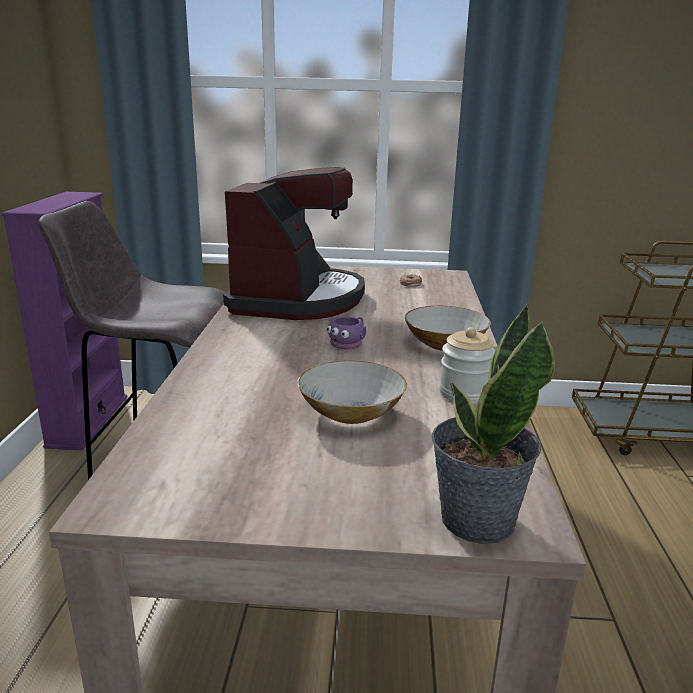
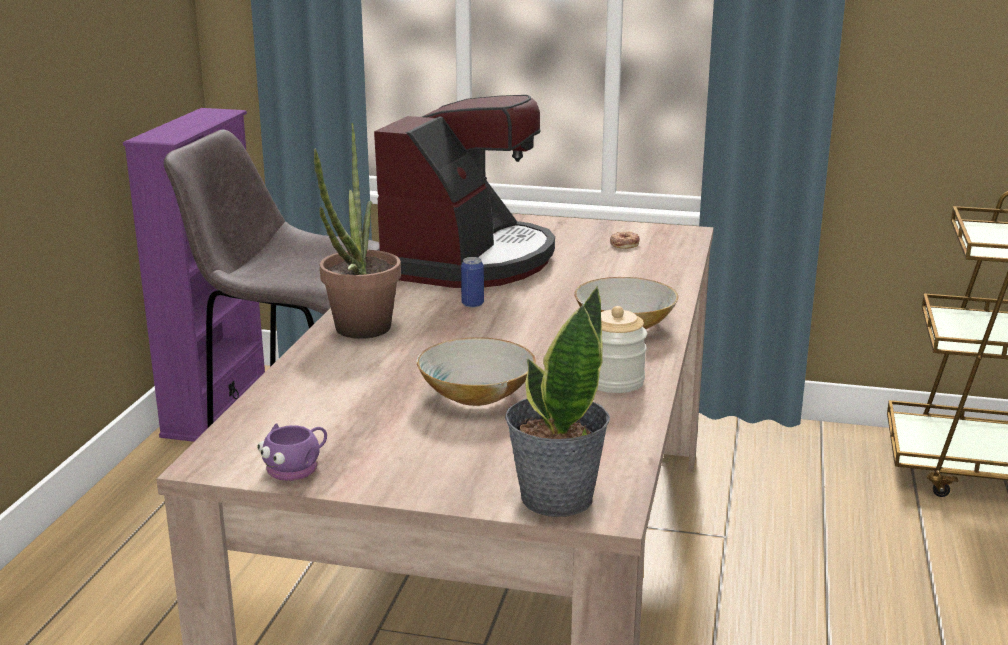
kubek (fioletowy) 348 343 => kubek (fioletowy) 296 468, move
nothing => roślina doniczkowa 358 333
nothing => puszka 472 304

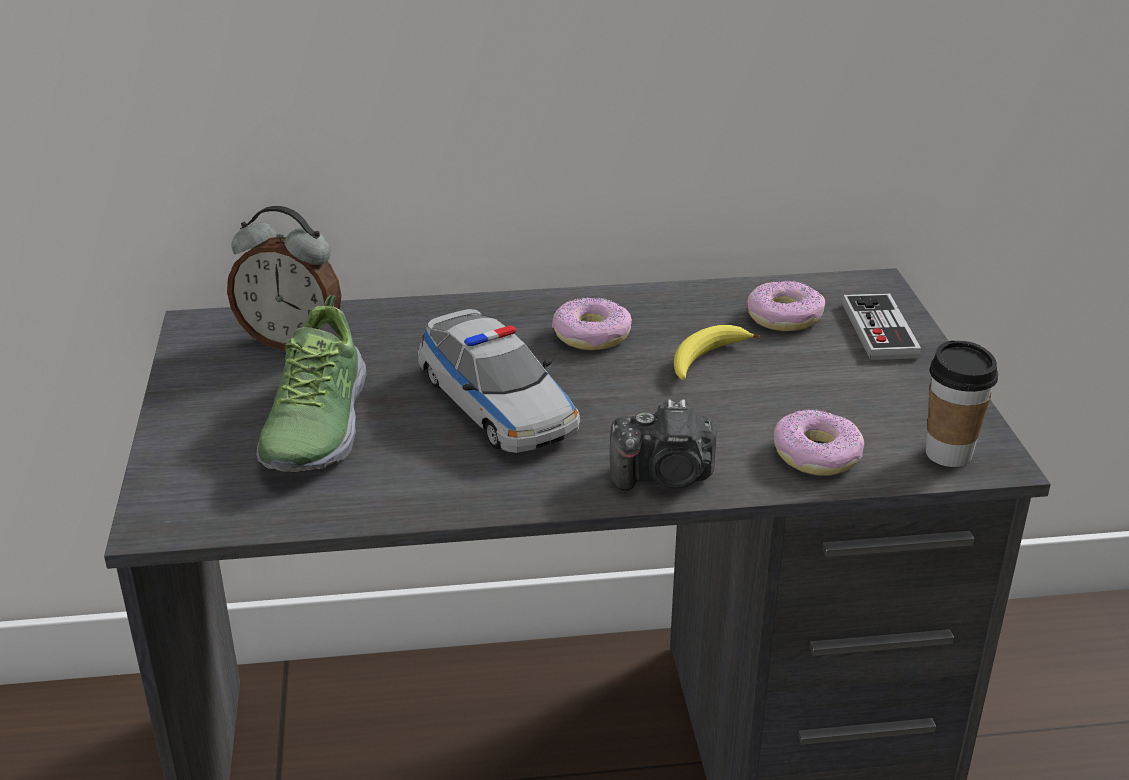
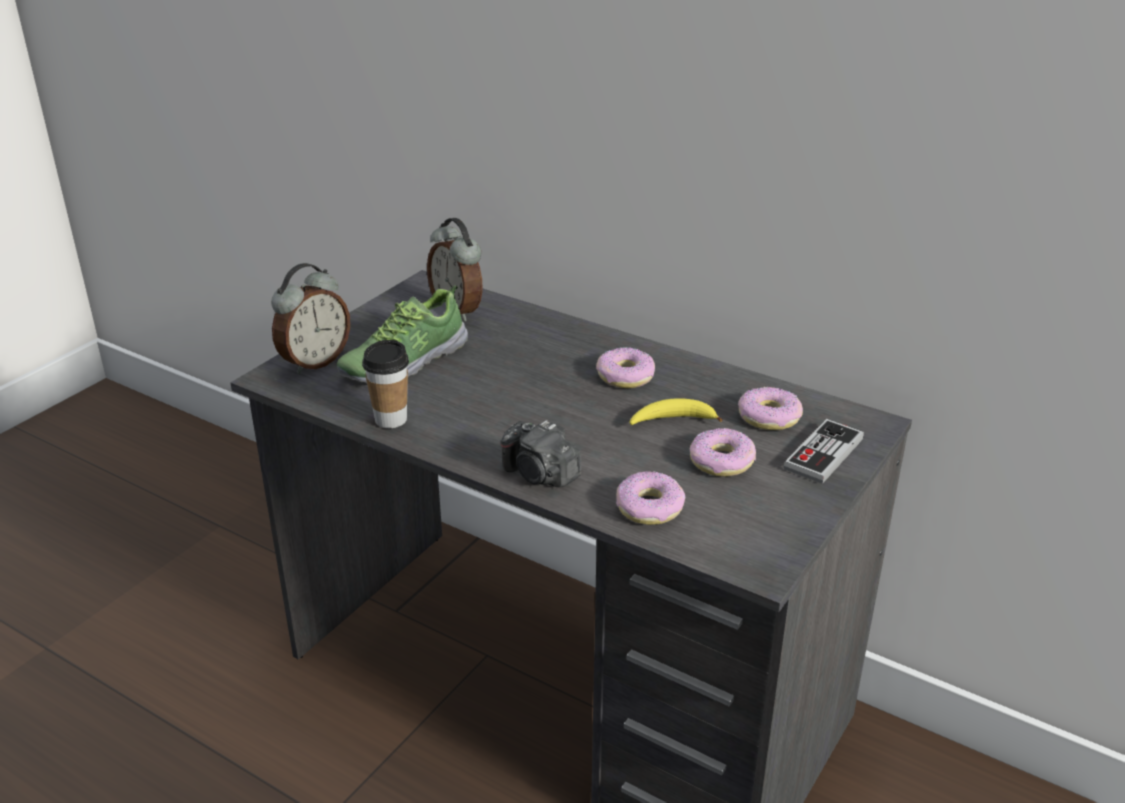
nothing => budzik 314 362
filiżanka 948 454 => filiżanka 391 419, move
nothing => donut 722 461
samochodzik 496 403 => nothing

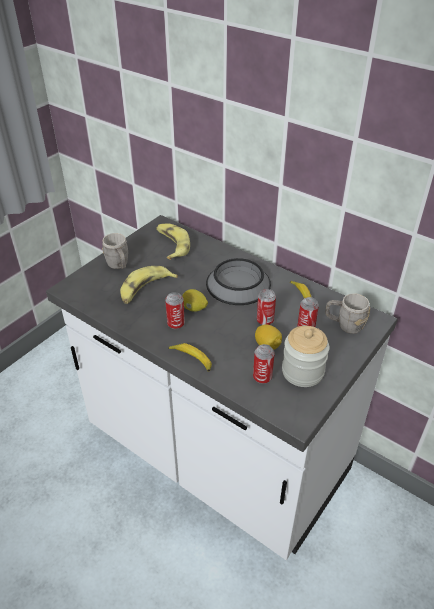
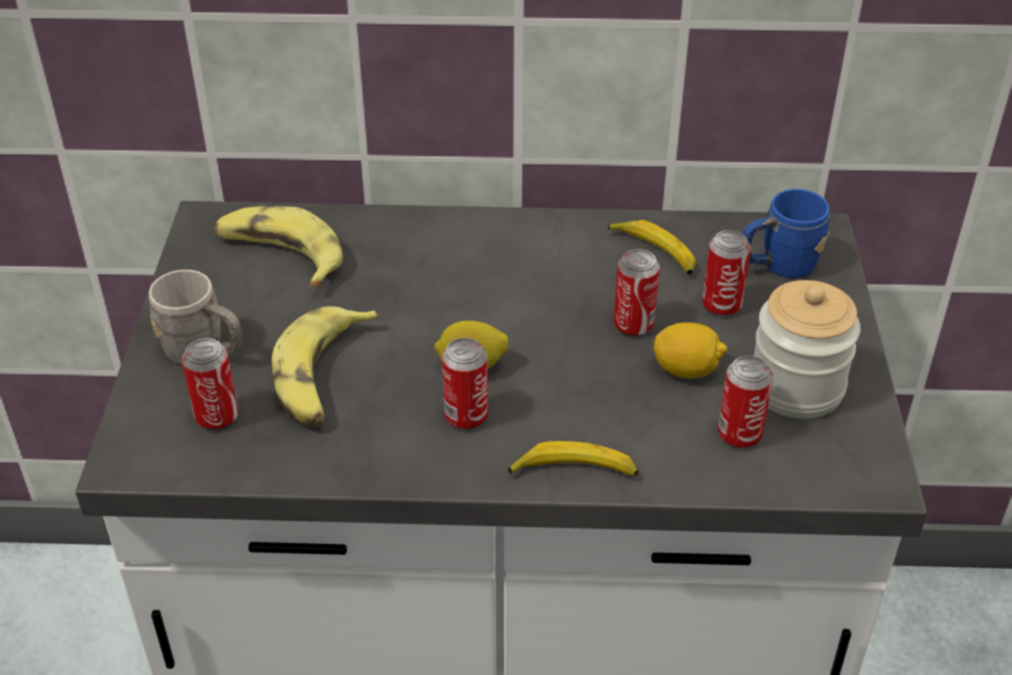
nothing => puszka 217 417
kubek (szary) 344 325 => kubek (niebieski) 778 266
miska 238 283 => nothing

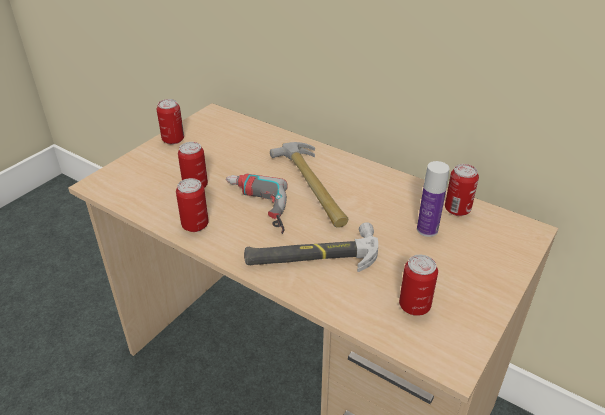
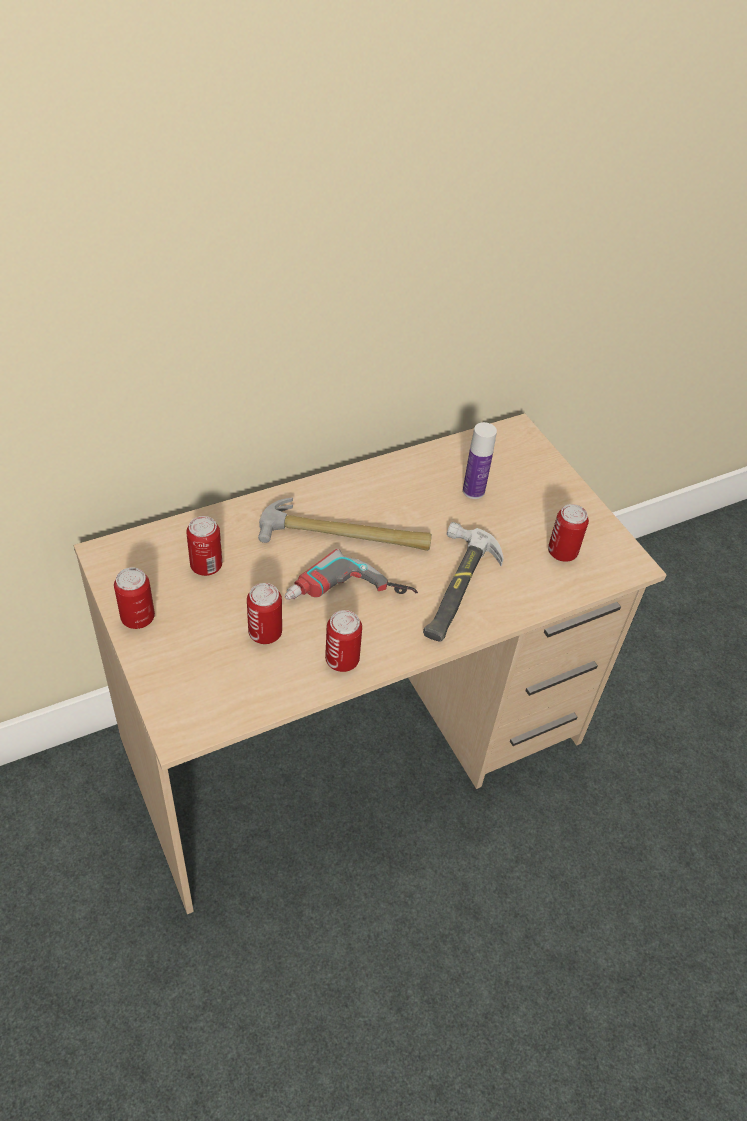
puszka 457 209 => puszka 206 566, move

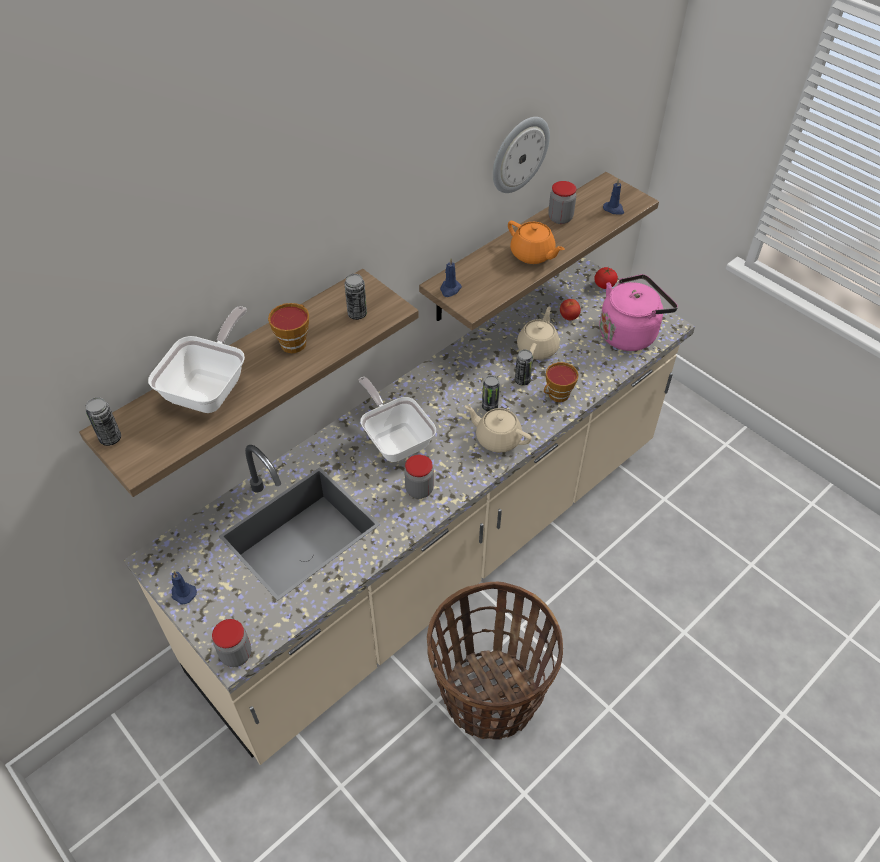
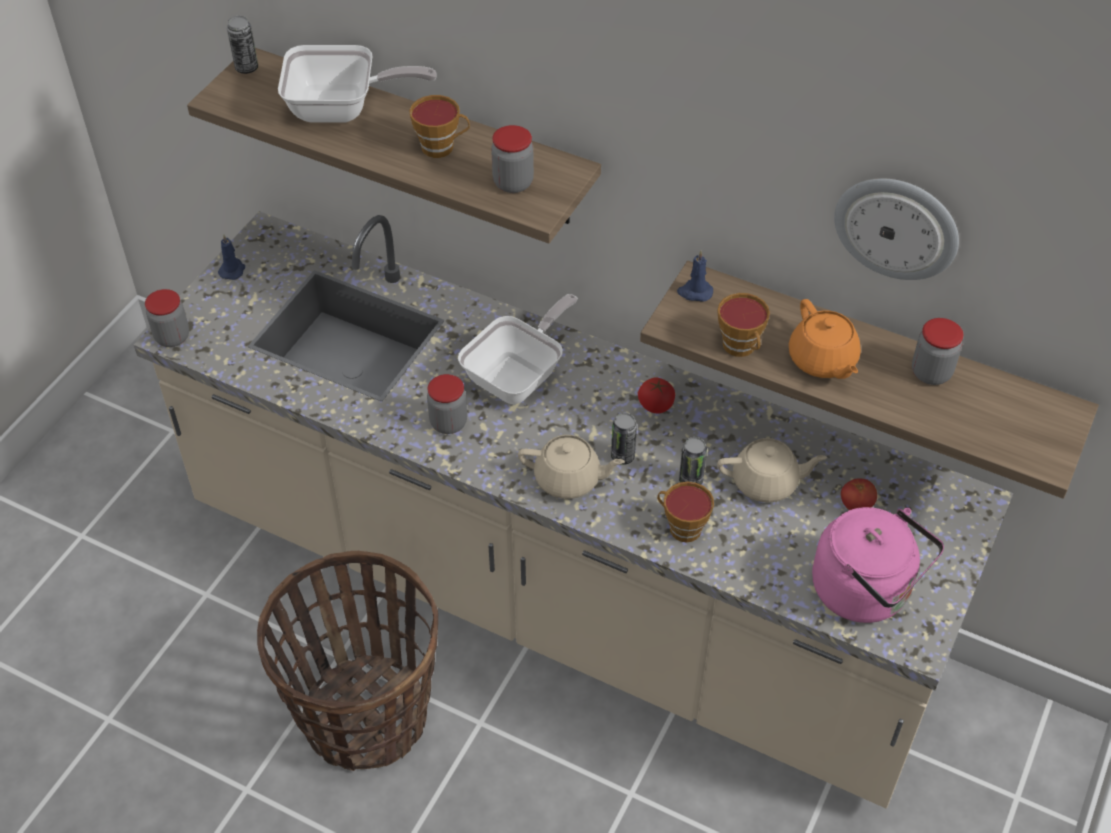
puszka 357 314 => słoik 513 183
imbryk (beżowy) 497 438 => imbryk (beżowy) 569 479, 90 degrees clockwise
pomidor 604 285 => pomidor 655 405, move
nothing => filiżanka 741 347
imbryk (pomarańczowy) 532 255 => imbryk (pomarańczowy) 822 360, 45 degrees counterclockwise
świeca (niebieski) 614 209 => nothing

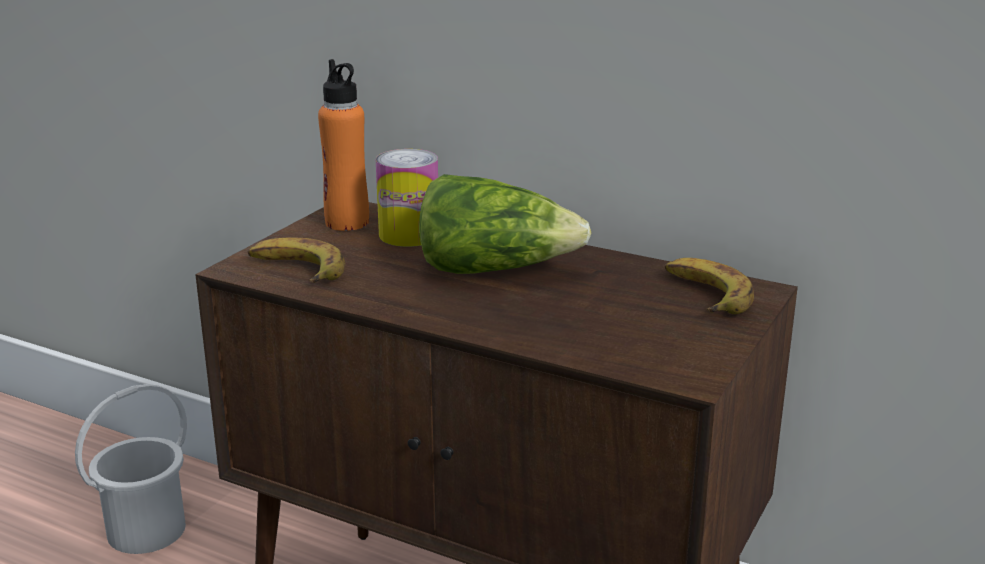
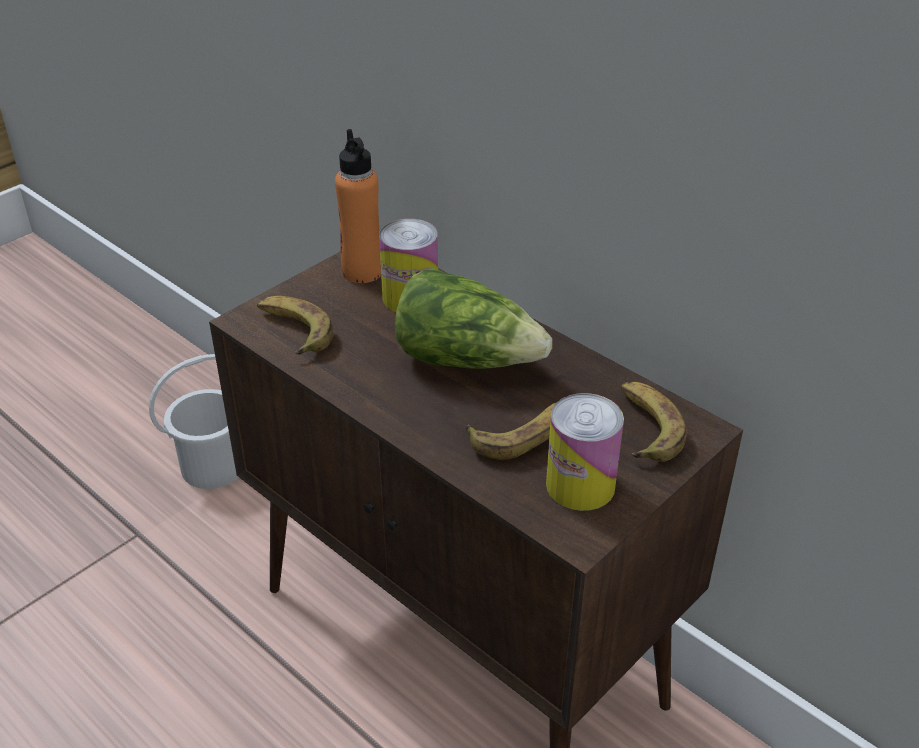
nothing => banan 522 435
nothing => puszka 580 485

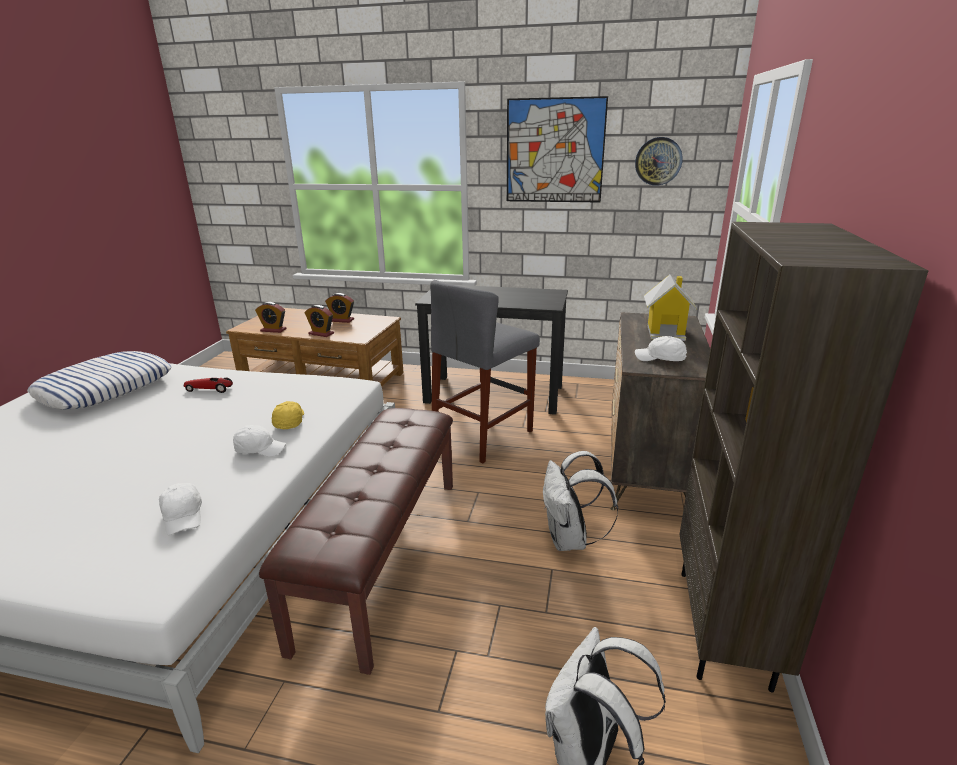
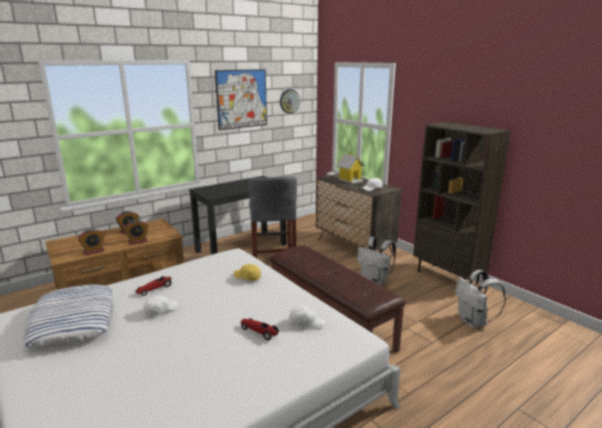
czapka z daszkiem (biały) 260 449 => czapka z daszkiem (biały) 160 310, move
nothing => samochodzik 259 332

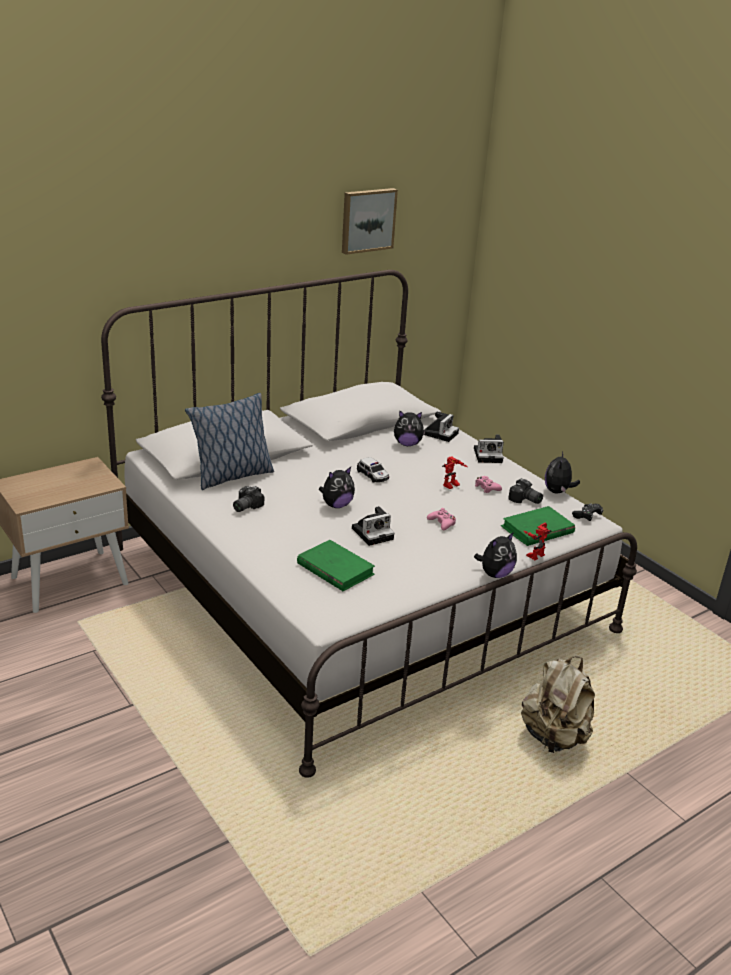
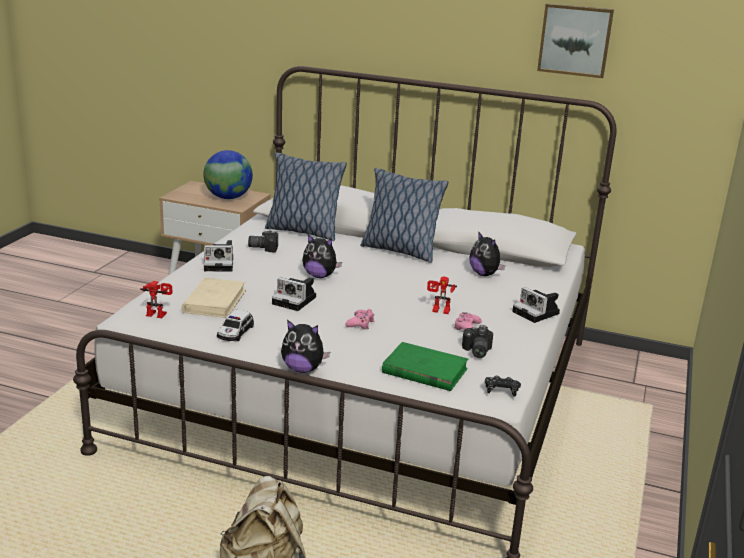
robot zabawkowy 534 553 => robot zabawkowy 158 313, move
książka (zielony) 335 569 => książka (beżowy) 214 301
nothing => globus 228 197
aparat fotograficzny 440 433 => aparat fotograficzny 220 264, move
samochodzik 372 475 => samochodzik 235 332, move
nothing => poduszka 399 250
pluszak 557 492 => nothing

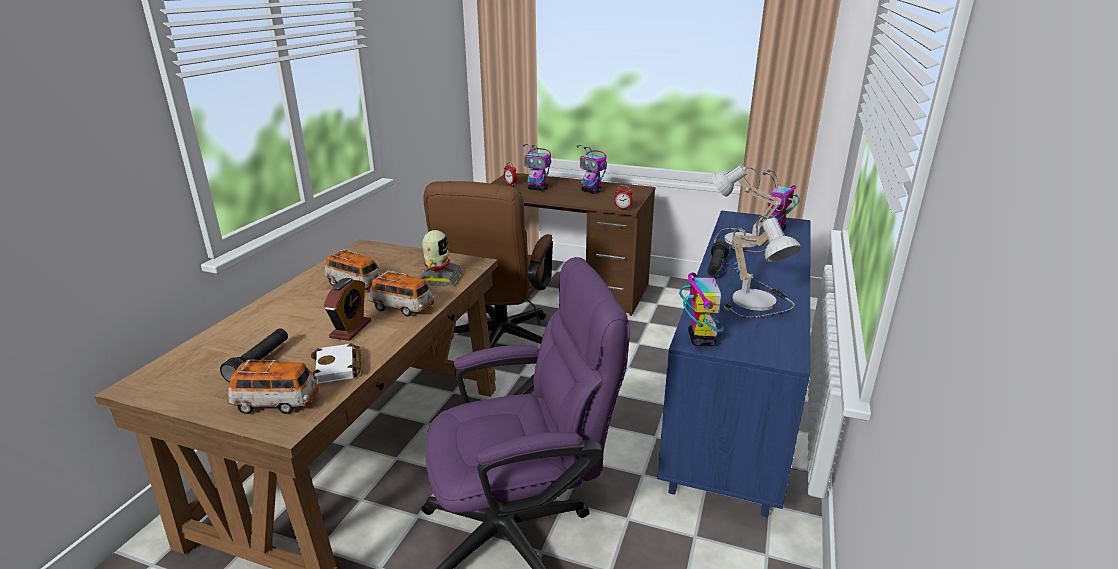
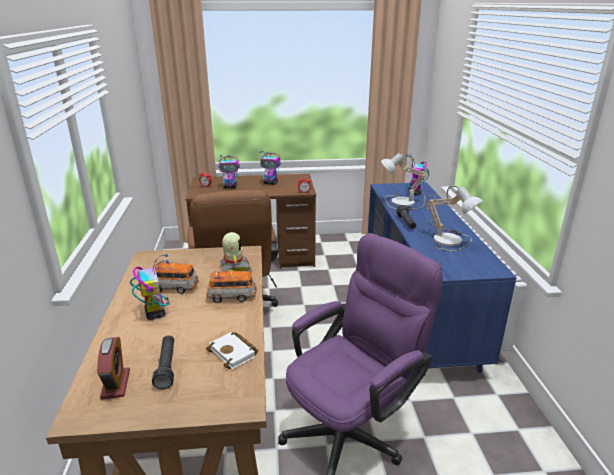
budzik 350 329 => budzik 115 384, move
robot zabawkowy 701 339 => robot zabawkowy 155 313, move
samochodzik 276 403 => nothing

